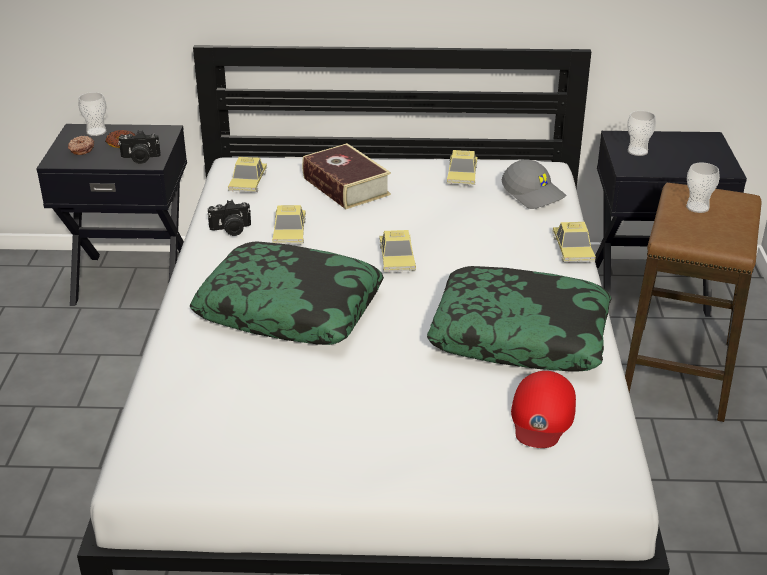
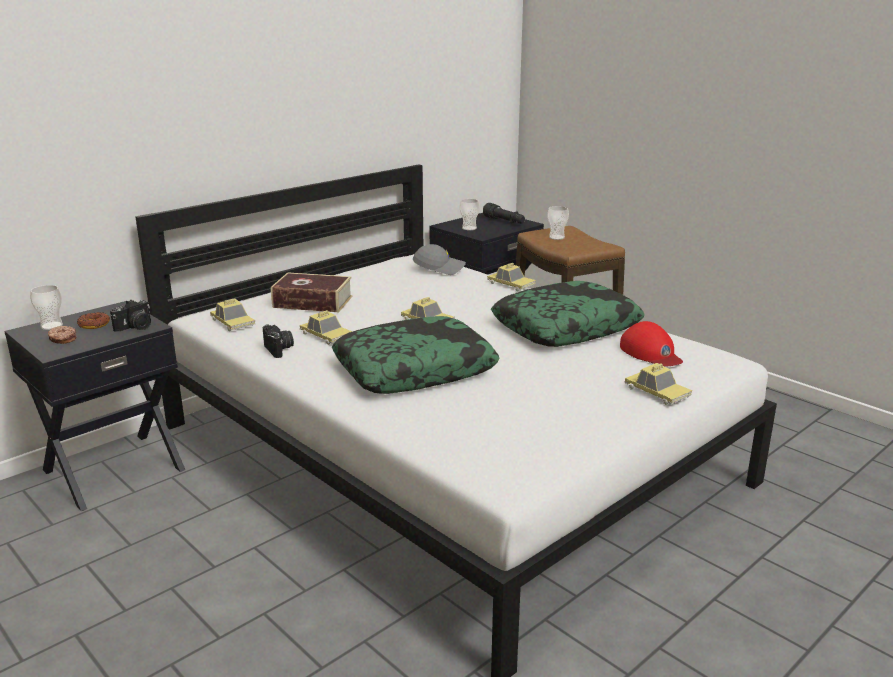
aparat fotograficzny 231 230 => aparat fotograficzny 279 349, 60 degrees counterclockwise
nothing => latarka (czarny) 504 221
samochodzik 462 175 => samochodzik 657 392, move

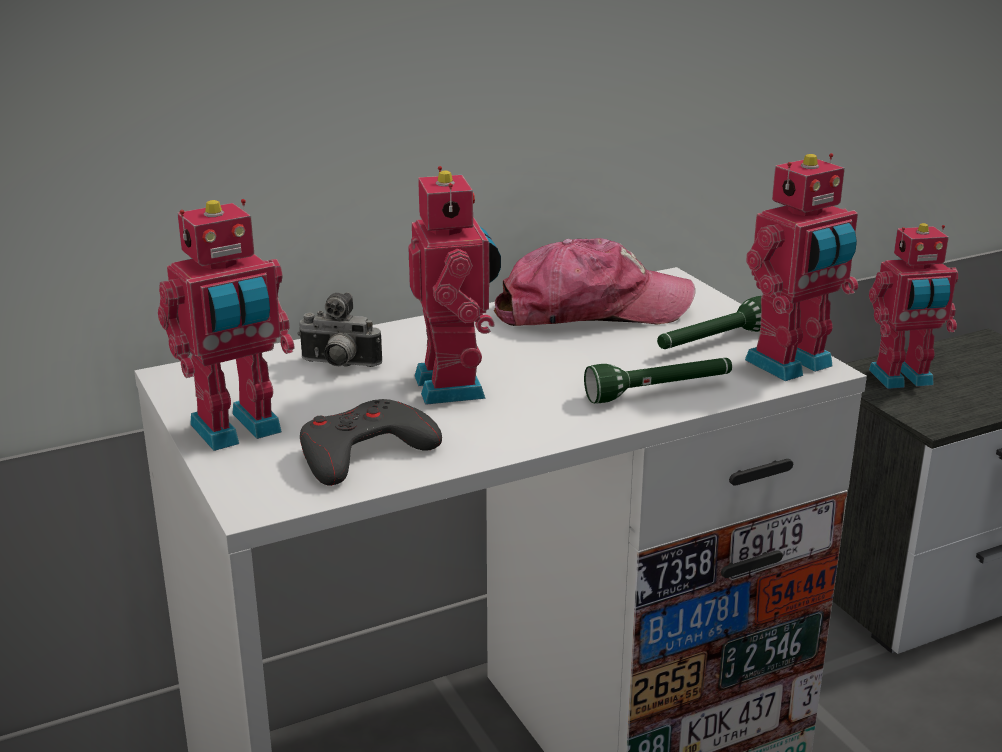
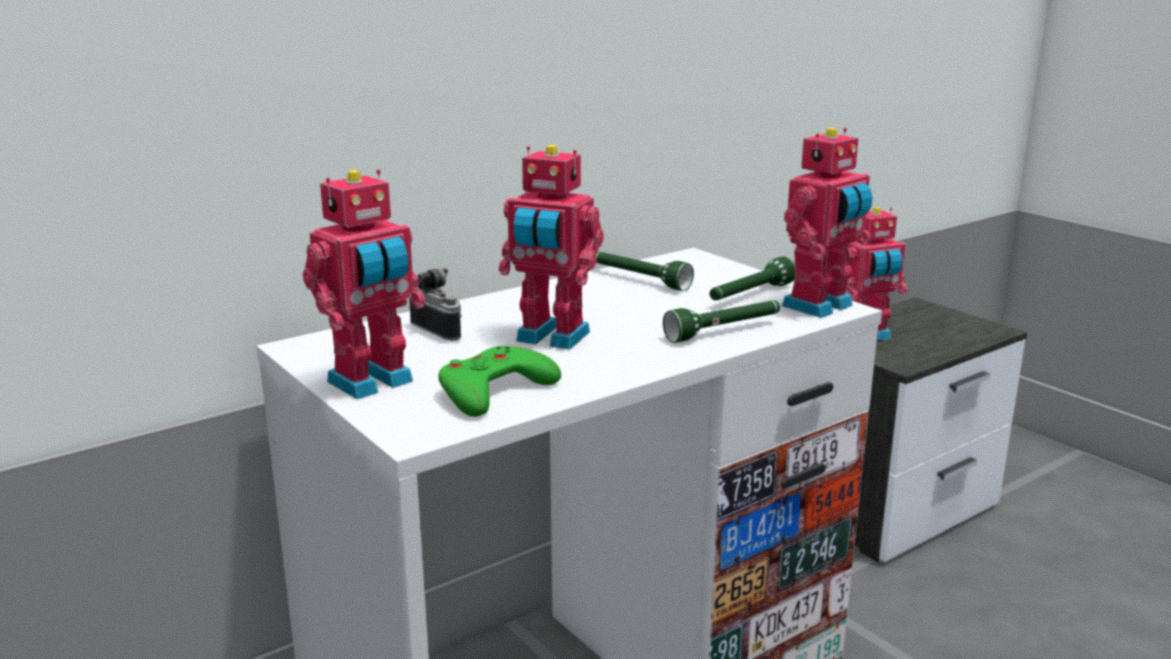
aparat fotograficzny 339 365 => aparat fotograficzny 442 330, 135 degrees counterclockwise
pad do gier (szary) 364 452 => pad do gier (zielony) 494 391
robot zabawkowy 455 386 => robot zabawkowy 551 338, 135 degrees clockwise
czapka z daszkiem 591 311 => latarka (zielony) 639 280

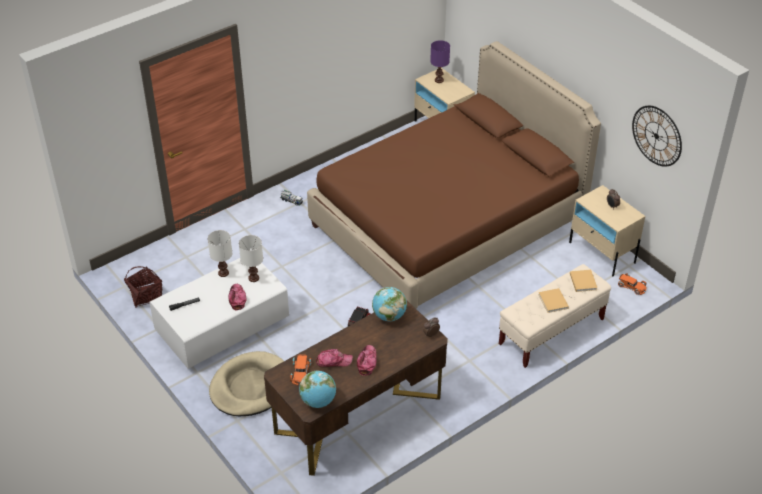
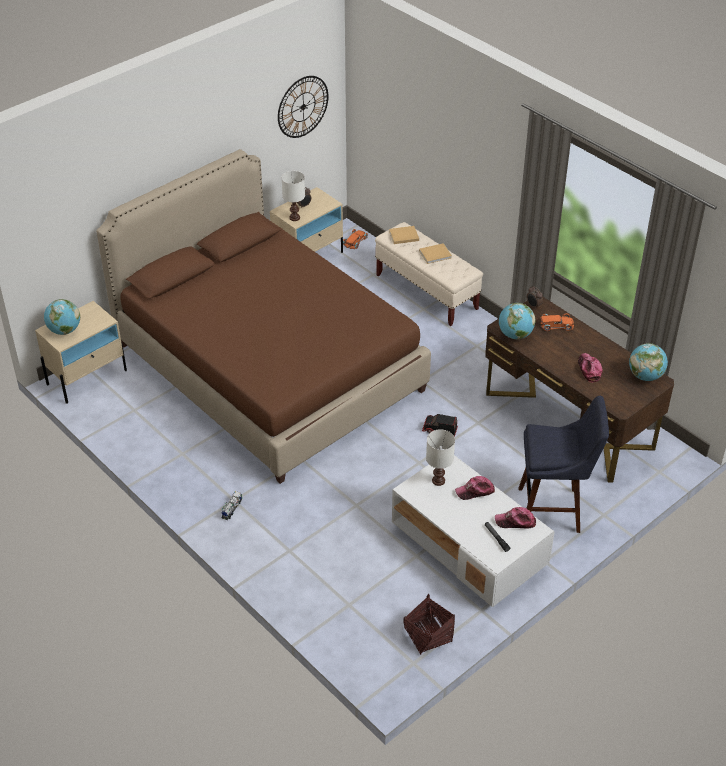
lampa stołowa (fioletowy) 438 80 => globus 64 330
lampa stołowa (biały) 224 273 => lampa stołowa (biały) 294 217, move
czapka z daszkiem 367 362 => czapka z daszkiem 515 521, move
legowisko (beżowy) 250 387 => stołek (niebieski) 554 510
samochodzik (pomarańczowy) 300 372 => samochodzik (pomarańczowy) 557 325, move

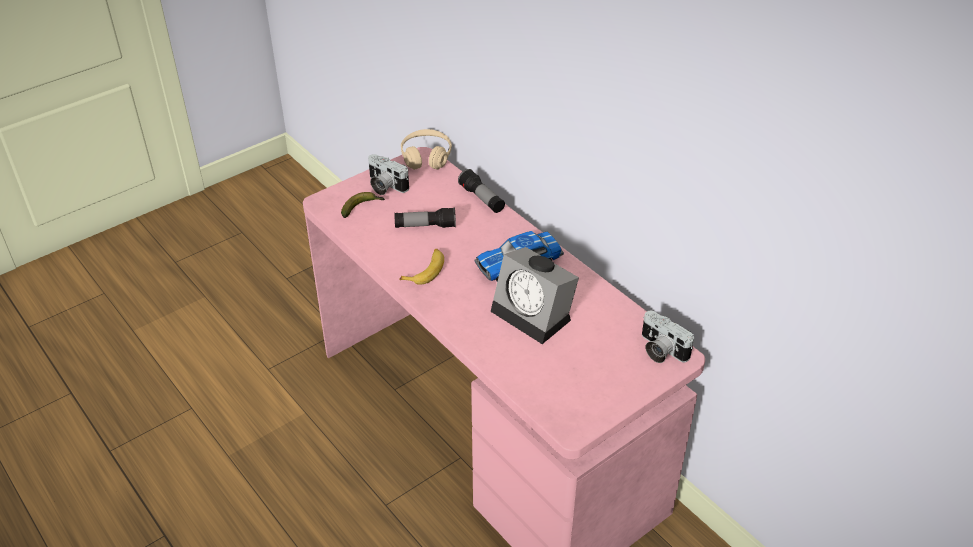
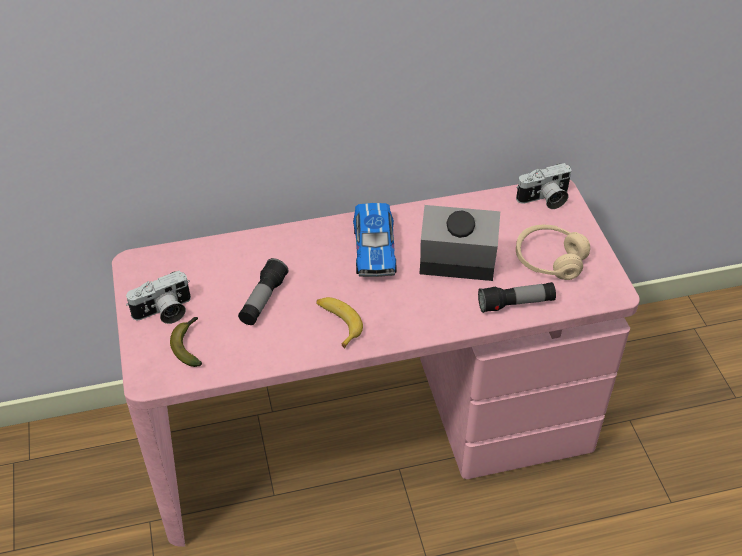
budzik 535 315 => budzik 454 263, 150 degrees counterclockwise
latarka 482 199 => latarka 516 304, move
słuchawki (beżowy) 426 157 => słuchawki (beżowy) 549 260, move

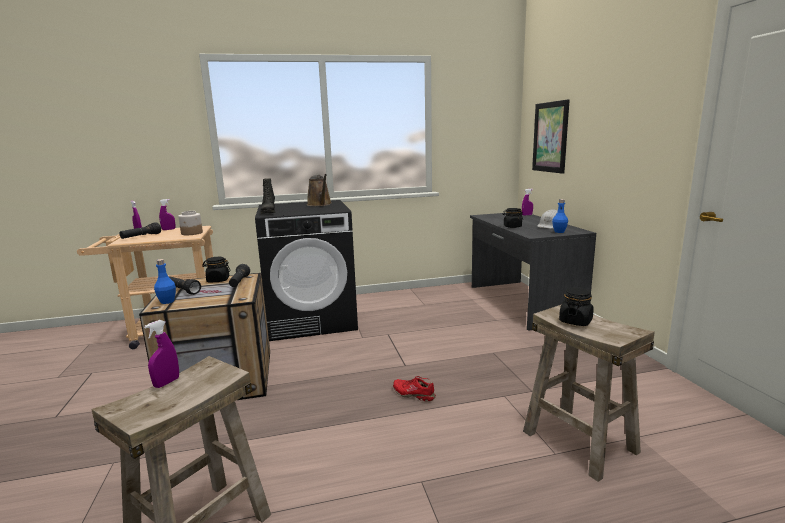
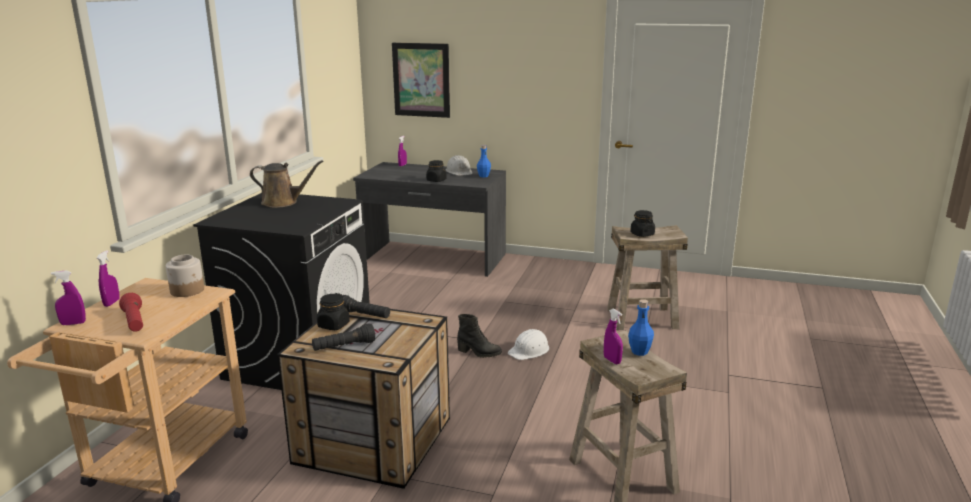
latarka (czarny) 141 237 => latarka (czerwony) 134 322
but z cholewką (czarny) 268 212 => but z cholewką (czarny) 479 353, move
but (czerwony) 414 394 => kask (biały) 529 350
butelka (niebieski) 167 301 => butelka (niebieski) 639 352, move

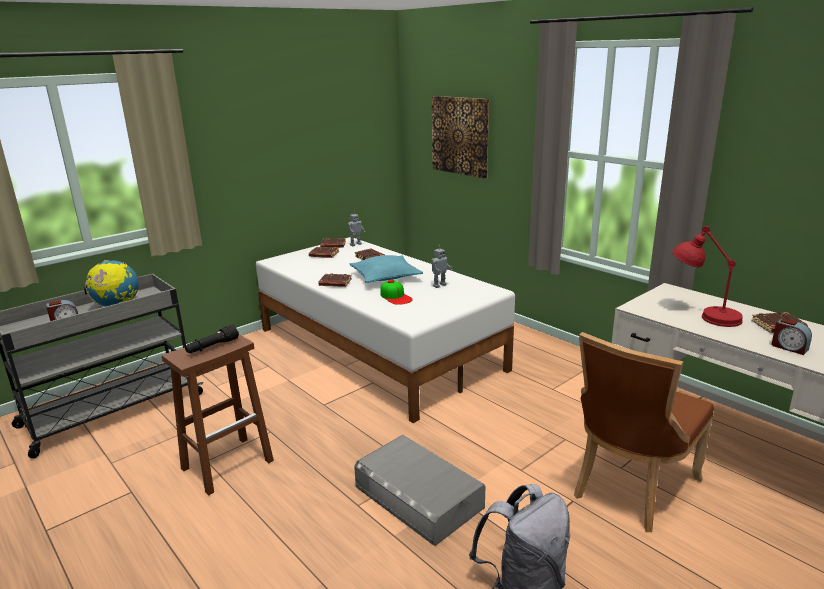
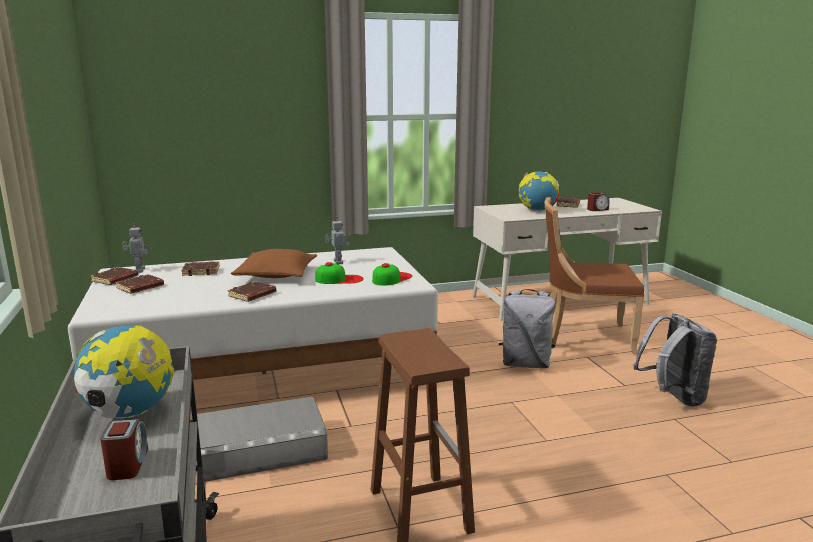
pojemnik do przechowywania (szary) 418 496 => pojemnik do przechowywania (szary) 260 450, move
poduszka (turkusowy) 385 277 => poduszka (brązowy) 276 274
nothing => czapka z daszkiem 391 278
nothing => plecak (szary) 525 364
lampa stołowa (czerwony) 703 315 => globus 537 211
krzesło (brązowy) 630 488 => krzesło (brązowy) 583 337, 120 degrees clockwise
latarka (czarny) 212 347 => nothing
obraz 460 136 => nothing

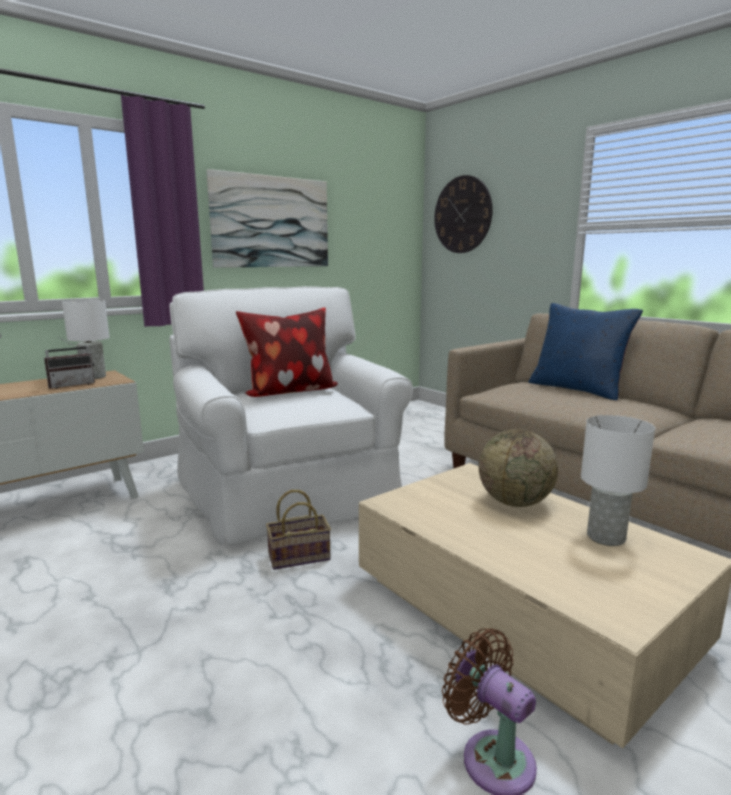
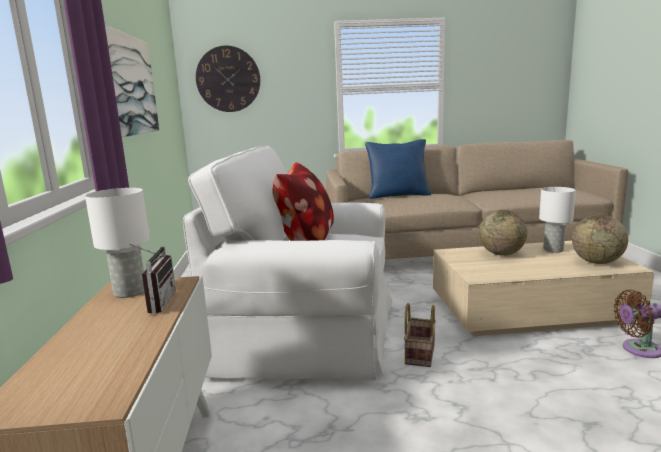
nothing => globus 597 262

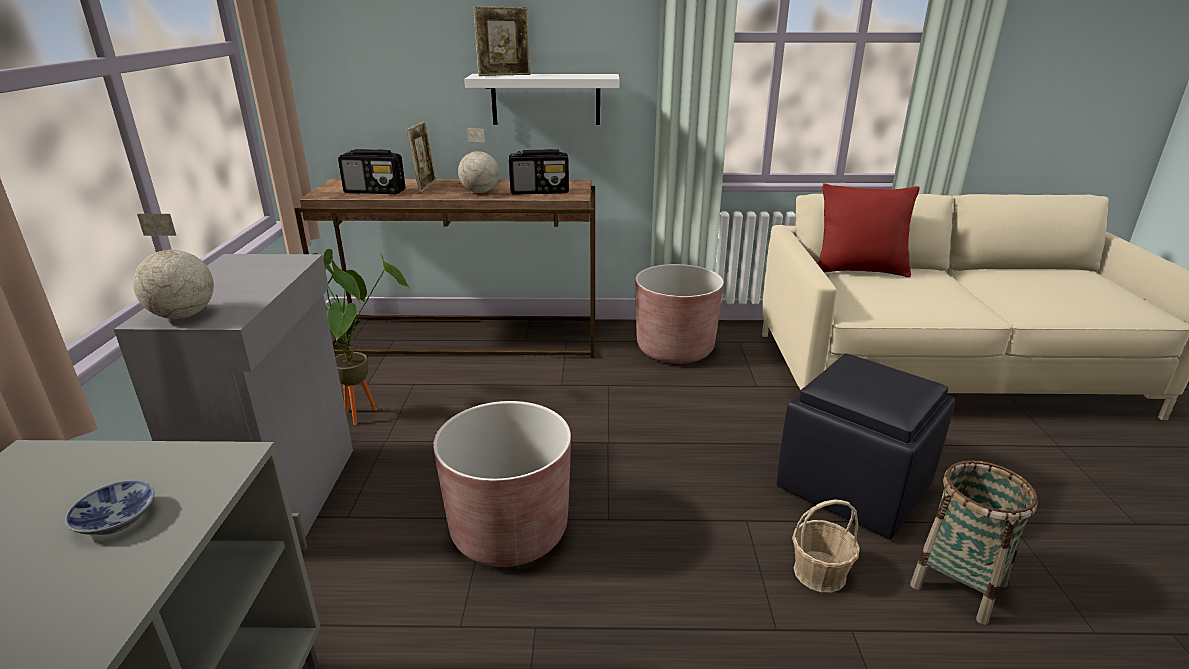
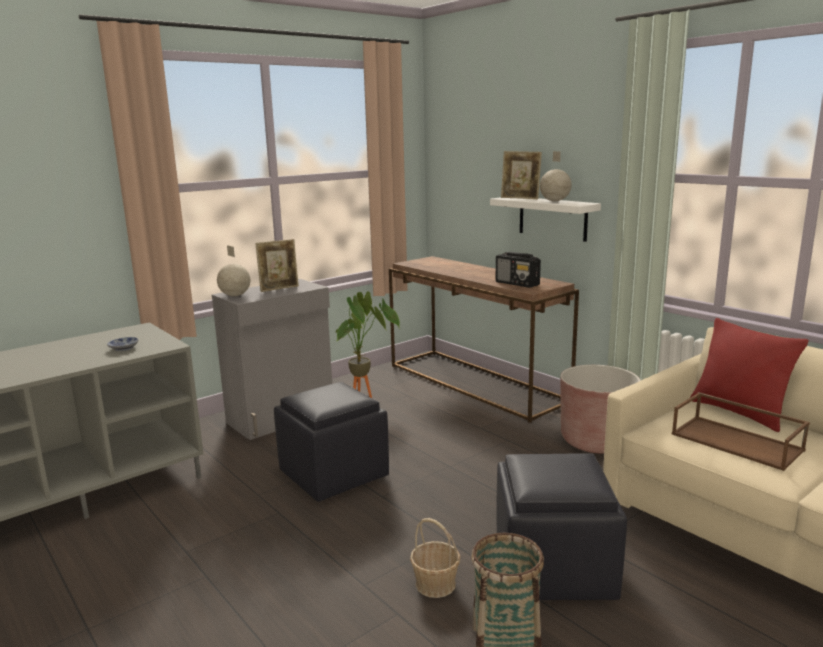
ramka na zdjęcie 425 186 => ramka na zdjęcie 279 288, move
donica (brązowy) 509 531 => pufa (czarny) 333 475
globus 480 192 => globus 554 201, move
nothing => taca (brązowy) 738 442
radio 375 191 => nothing

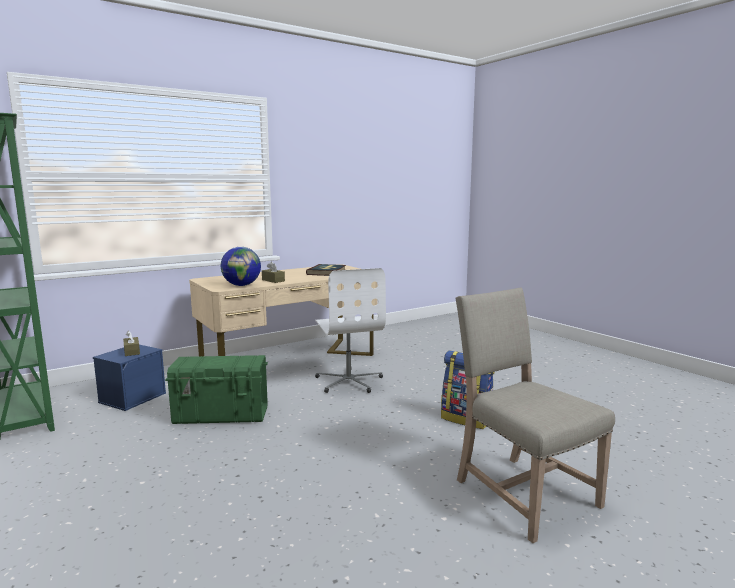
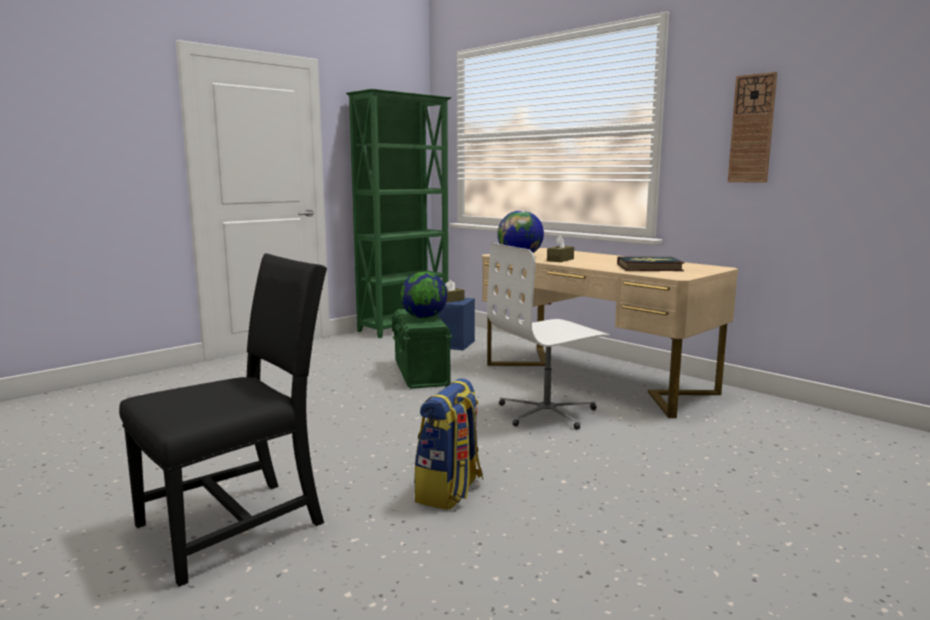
krzesło (beżowy) 521 492 => krzesło (czarny) 237 524
nothing => globus 424 318
nothing => zegar ścienny 752 129

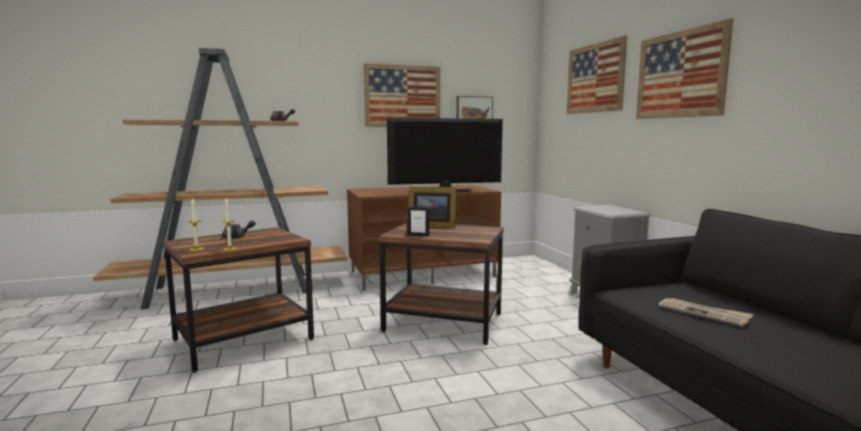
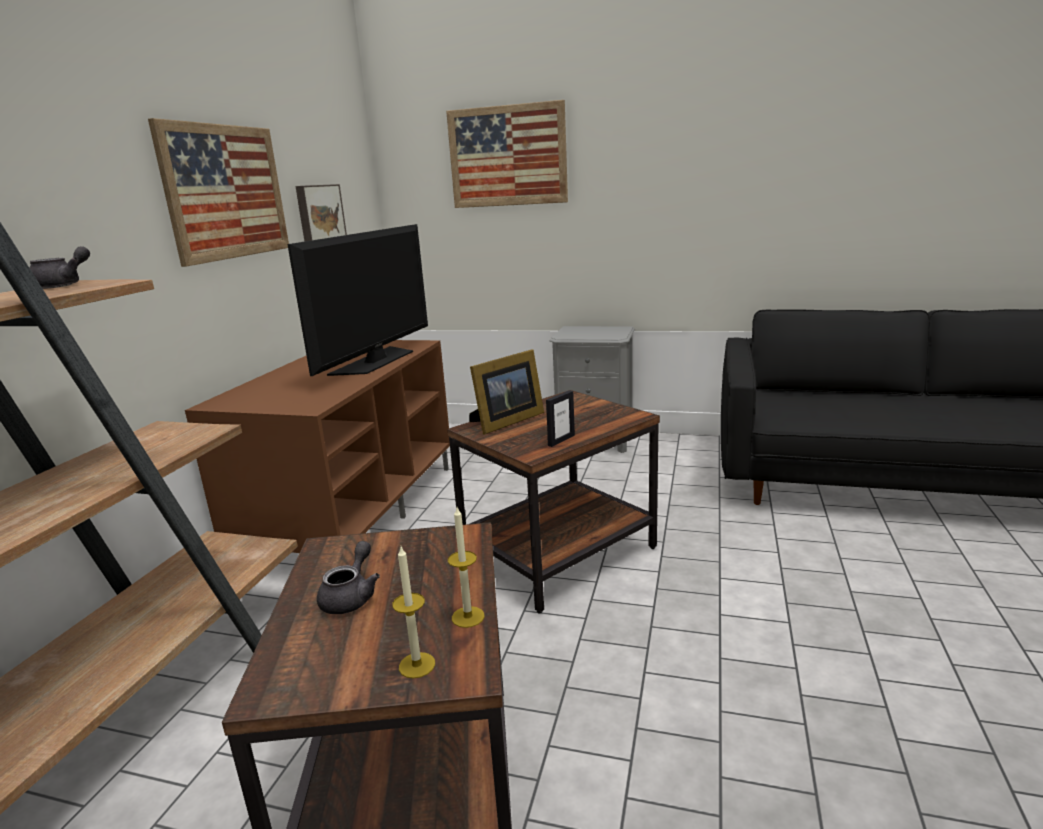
obraz 680 74 => nothing
gazeta 704 313 => nothing

